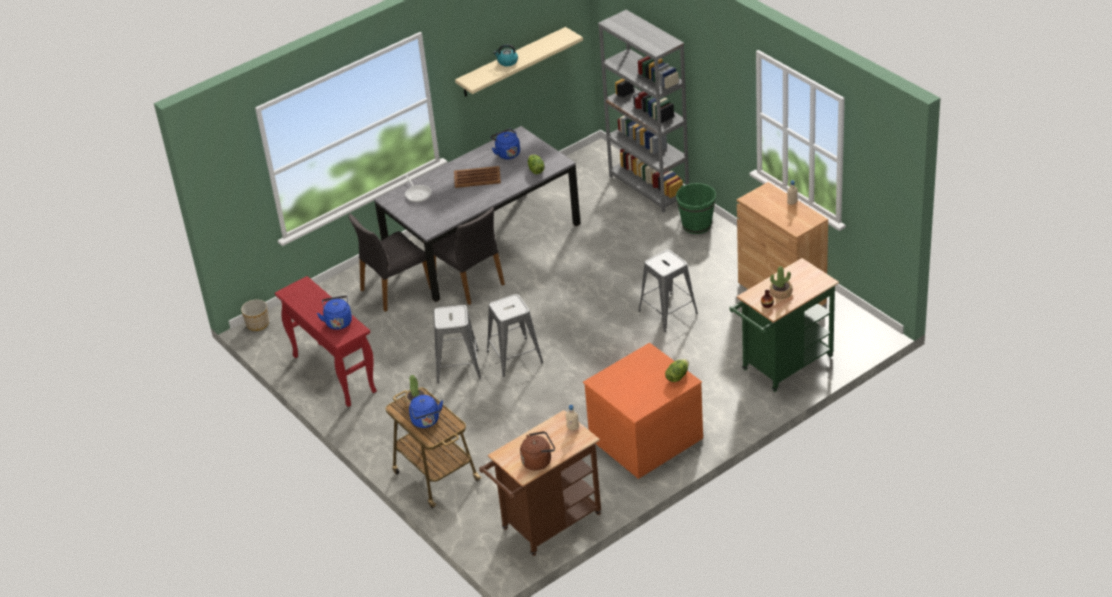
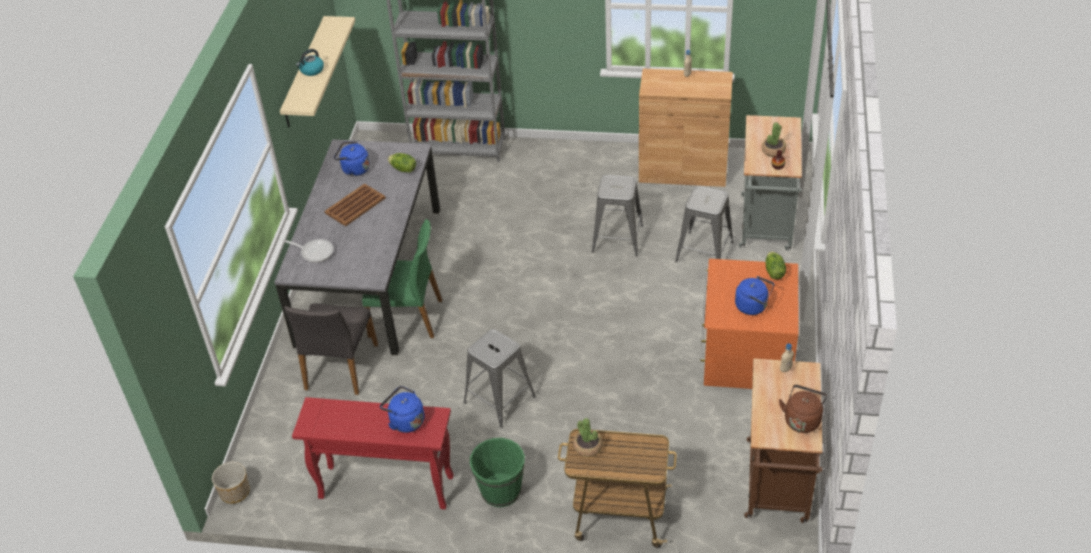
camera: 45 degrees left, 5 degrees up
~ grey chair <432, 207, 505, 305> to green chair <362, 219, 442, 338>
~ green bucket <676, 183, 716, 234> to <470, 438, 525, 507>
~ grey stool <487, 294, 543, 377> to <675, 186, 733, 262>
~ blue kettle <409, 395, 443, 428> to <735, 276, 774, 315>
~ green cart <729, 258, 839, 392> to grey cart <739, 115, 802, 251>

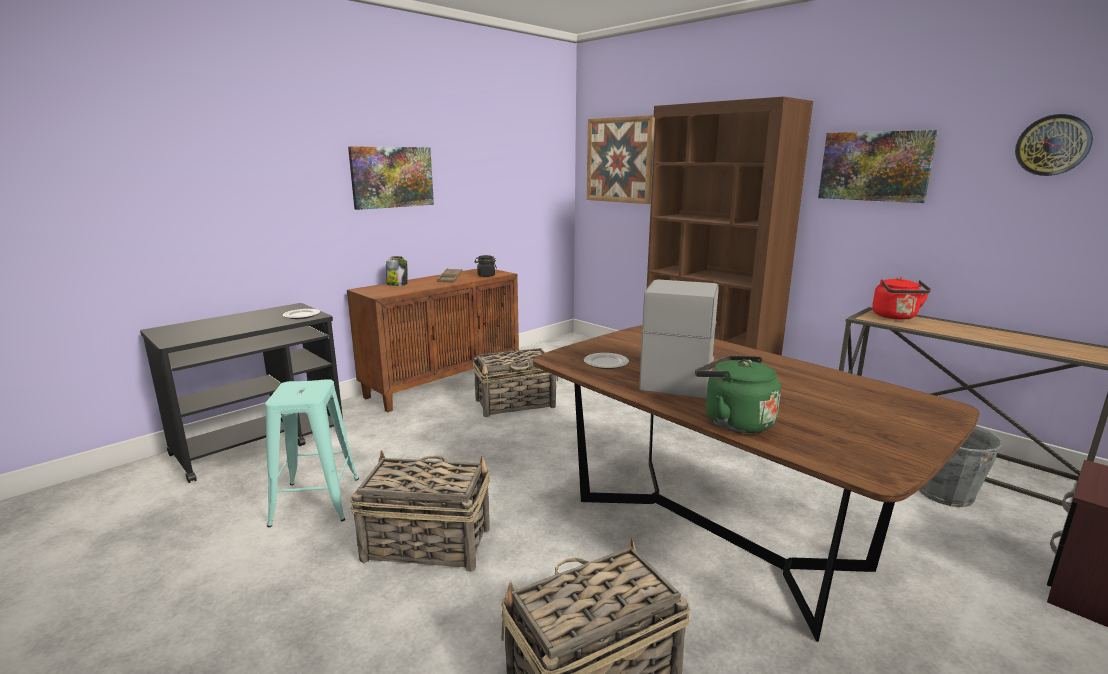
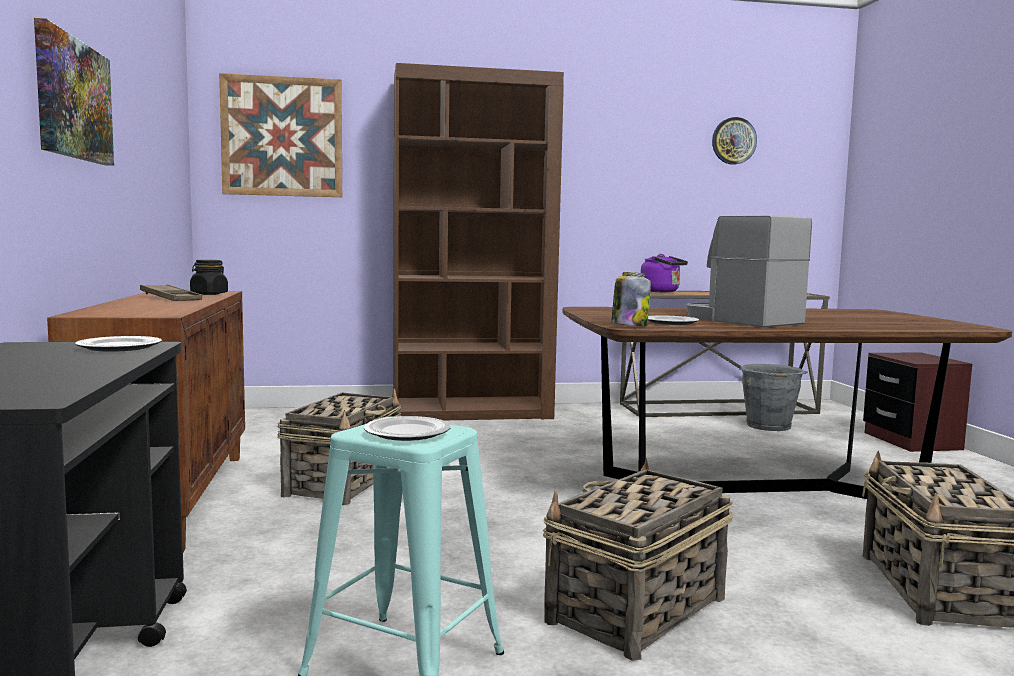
camera: 55 degrees left, 10 degrees down
+ plate <364, 416, 450, 441>
~ jar <386, 256, 408, 286> to <611, 272, 651, 326>
~ red kettle <872, 277, 931, 320> to purple kettle <641, 254, 688, 292>
- green kettle <695, 356, 781, 434>
- picture <818, 130, 938, 203>

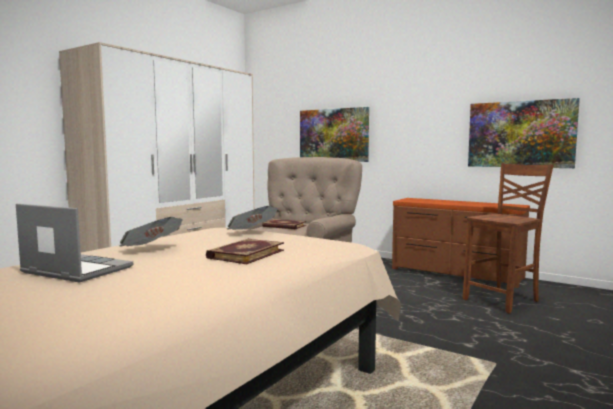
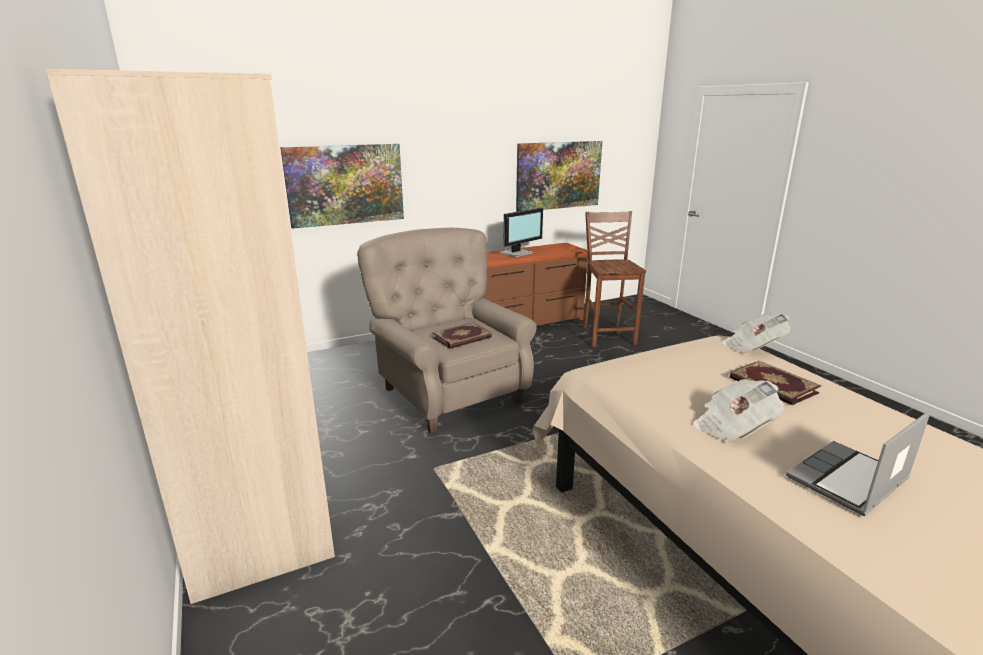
camera: 60 degrees left, 15 degrees up
+ monitor <499, 208, 543, 257>
~ newspaper <227, 206, 278, 230> to <722, 313, 791, 353>

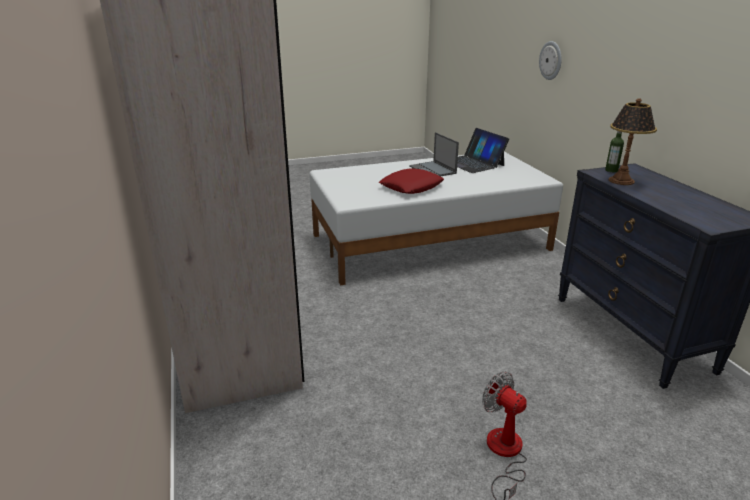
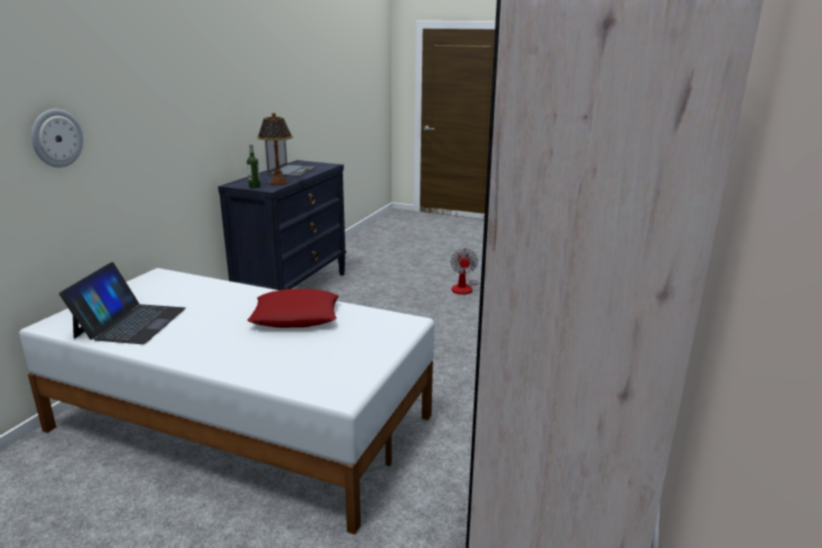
camera: 140 degrees left, 5 degrees down
~ laptop <409, 132, 459, 177> to <265, 140, 316, 177>

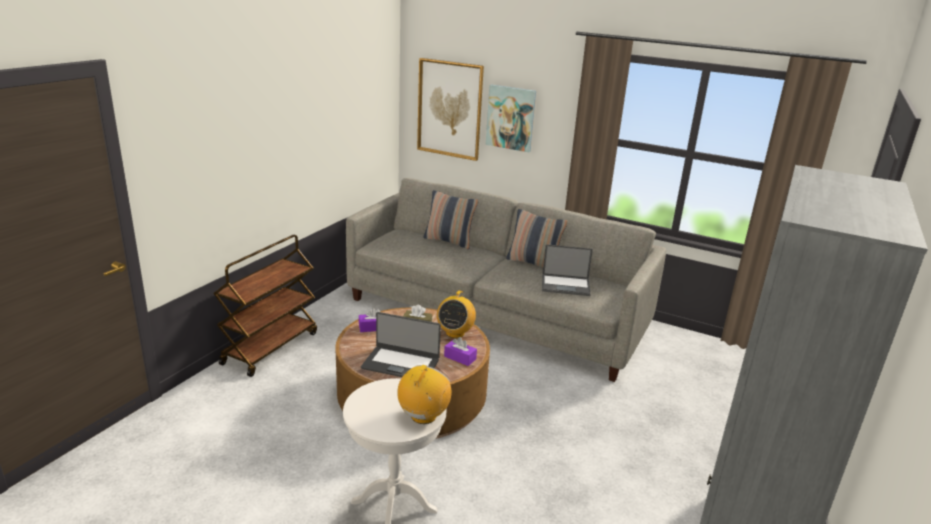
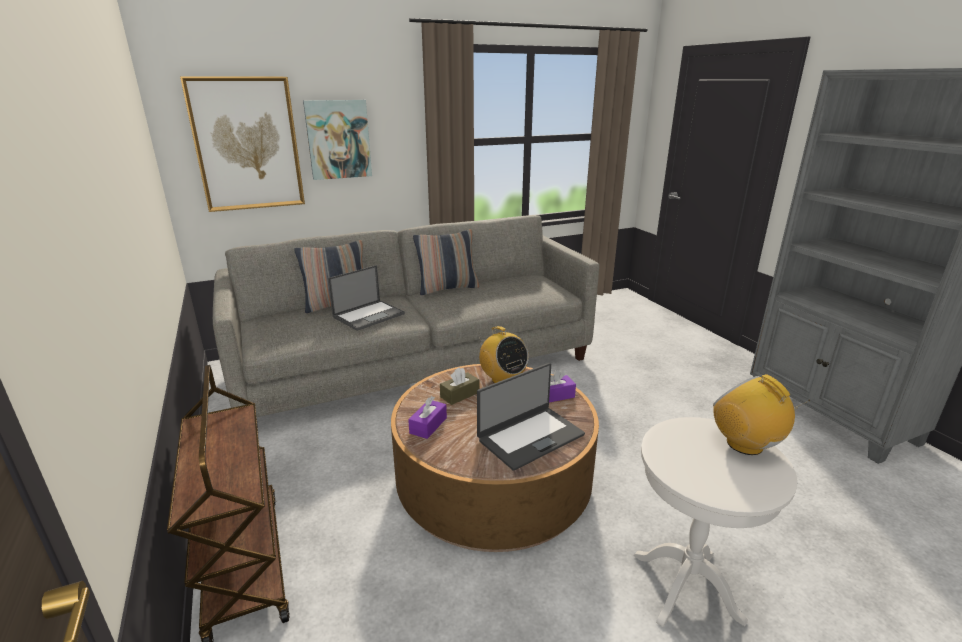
camera: 50 degrees left, 0 degrees up
~ laptop <542, 244, 593, 296> to <328, 265, 405, 331>

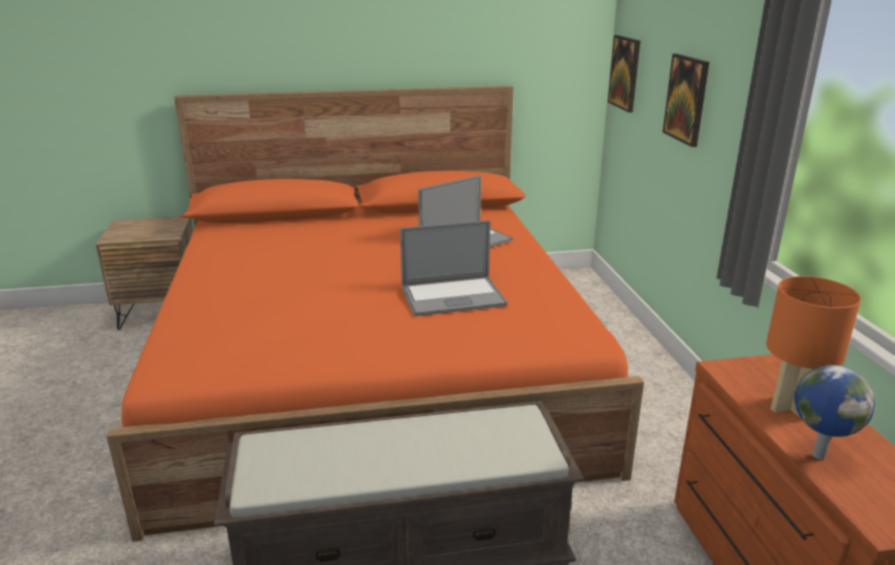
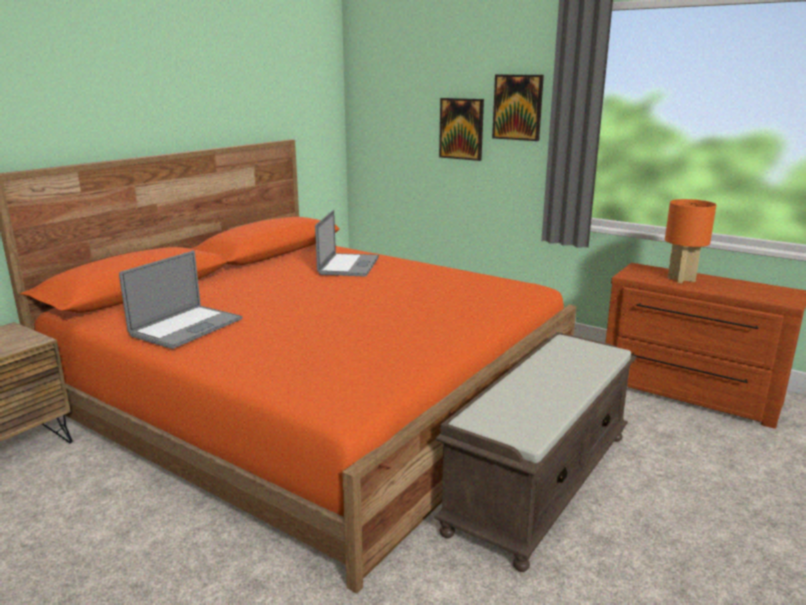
camera: 45 degrees left, 5 degrees down
~ laptop <400, 220, 507, 316> to <119, 251, 243, 349>
~ picture <608, 35, 640, 113> to <492, 75, 544, 141>
- globe <794, 365, 875, 459>

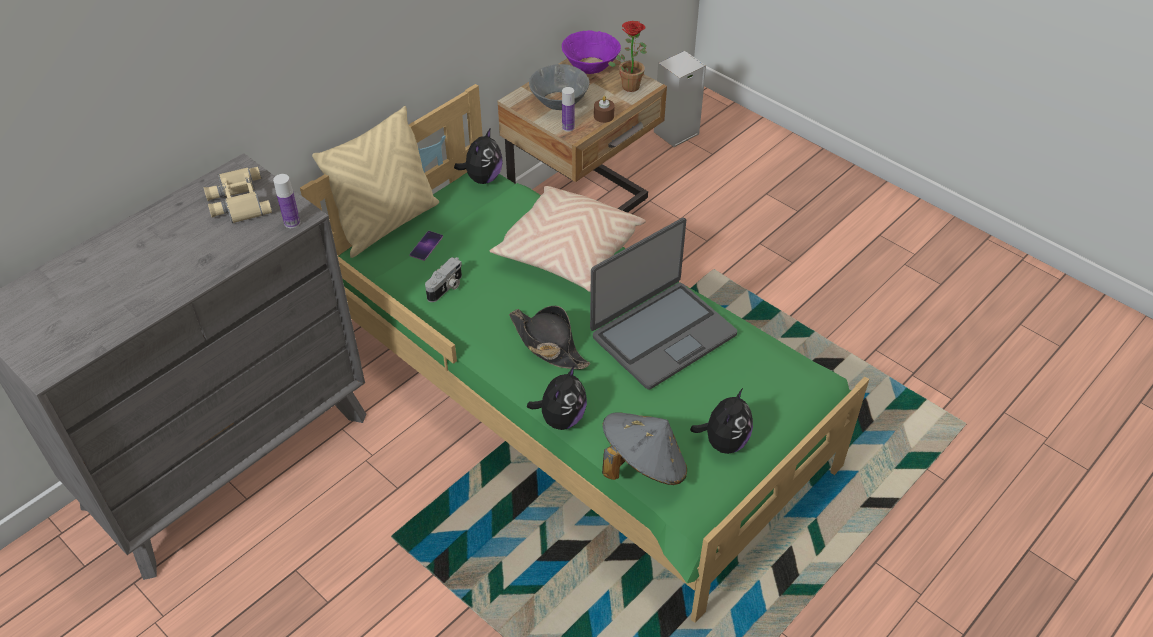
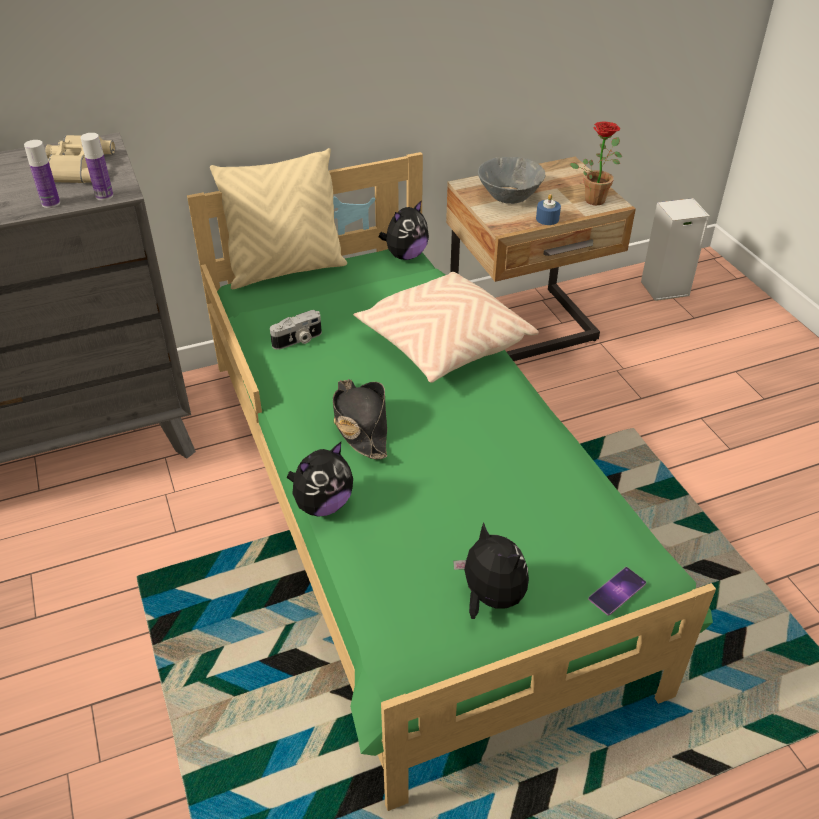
camera: 25 degrees right, 5 degrees down
~ bottle <562, 87, 575, 132> to <24, 140, 60, 208>
~ plush toy <690, 388, 753, 454> = <453, 522, 529, 619> 90 degrees counterclockwise
~ brown candle <594, 96, 615, 123> to blue candle <536, 194, 561, 225>
~ phone <409, 231, 443, 261> to <588, 567, 646, 615>
- purple bowl <562, 30, 621, 74>
- laptop <590, 218, 737, 389>
- grey hat <602, 412, 687, 485>

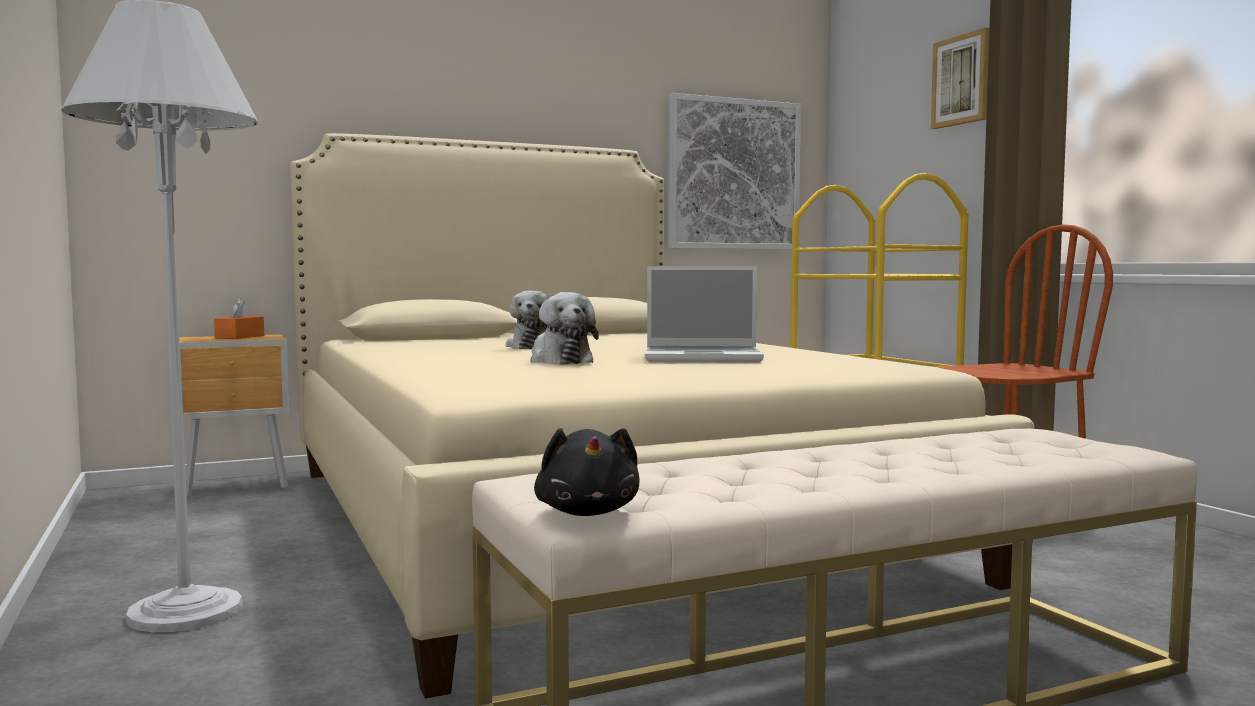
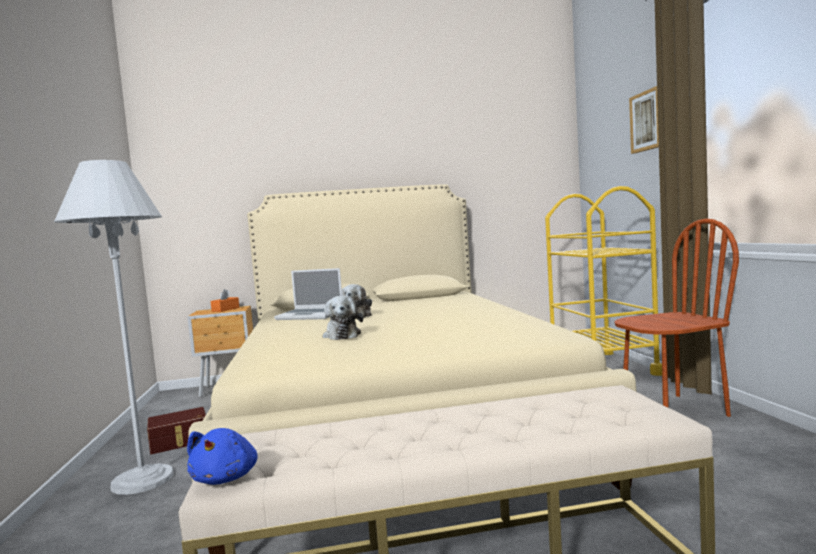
camera: 15 degrees right, 0 degrees up
+ brown storage box <147, 407, 206, 454>
~ black plush toy <534, 428, 639, 516> to blue plush toy <187, 428, 258, 485>
~ laptop <645, 266, 764, 363> to <274, 268, 342, 320>
- picture <668, 93, 801, 250>

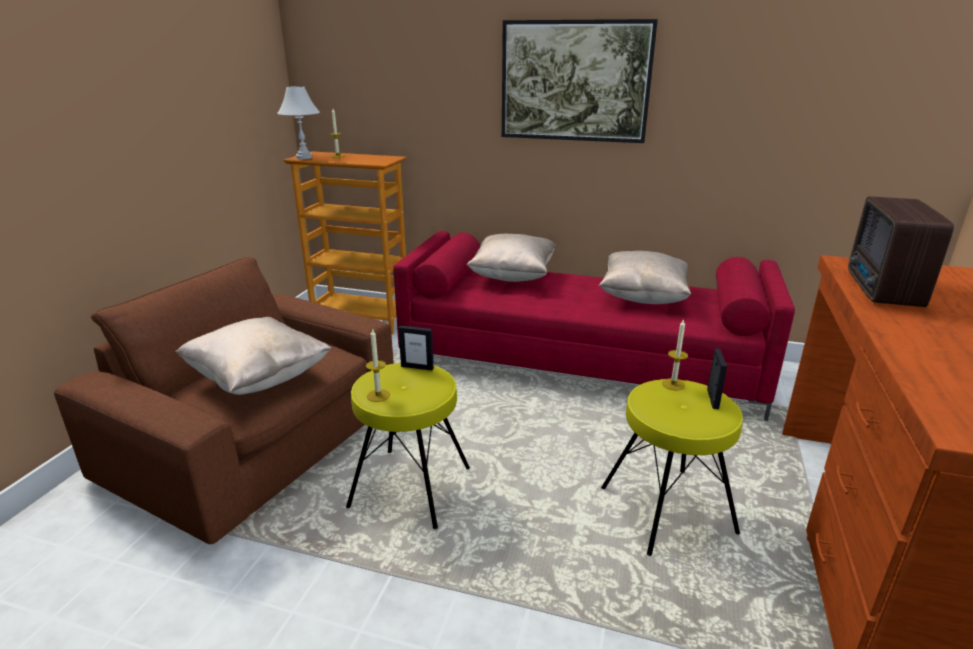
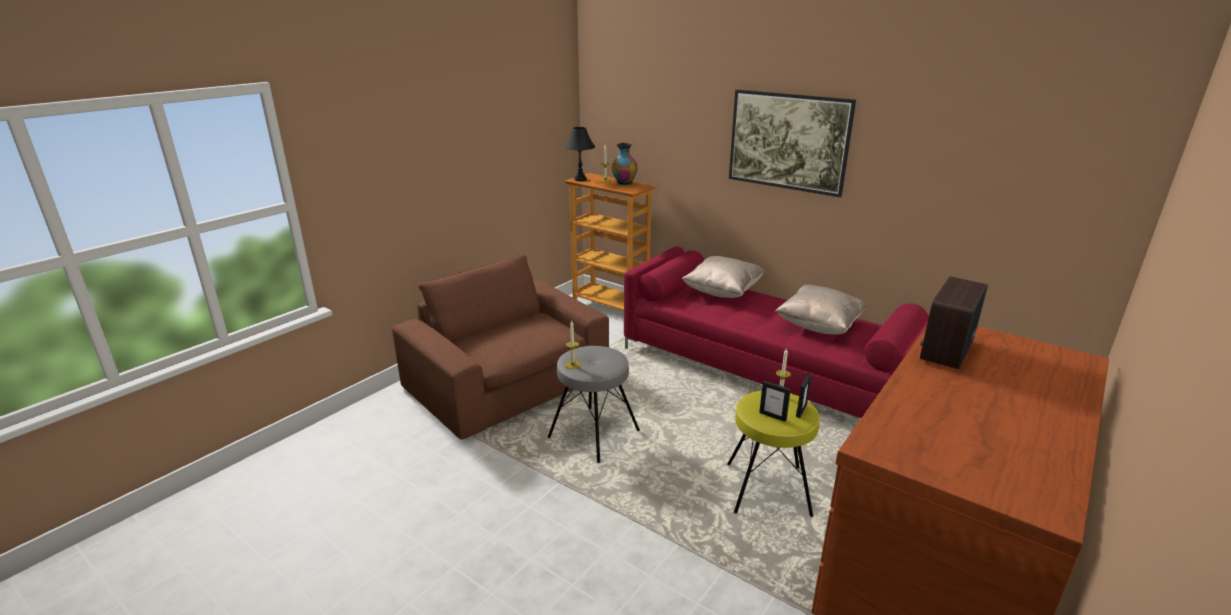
camera: 20 degrees right, 0 degrees up
~ yellow stool <346, 363, 470, 529> to grey stool <548, 346, 640, 463>
~ white table lamp <277, 86, 320, 159> to black table lamp <564, 127, 595, 181>
+ vase <612, 143, 637, 185>
~ picture frame <398, 325, 434, 371> to <759, 381, 791, 422>
- beige pillow <175, 317, 331, 395>

